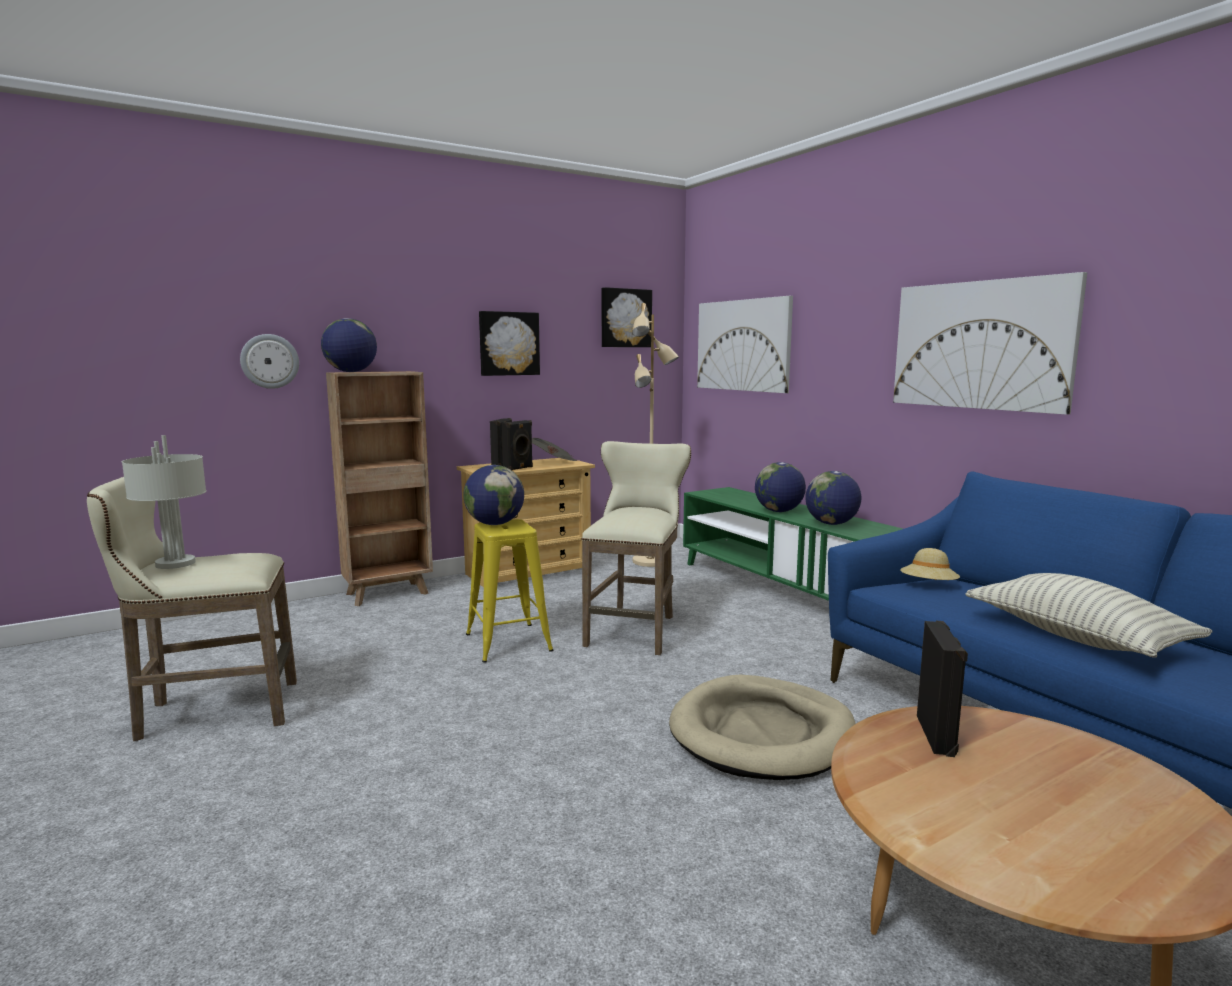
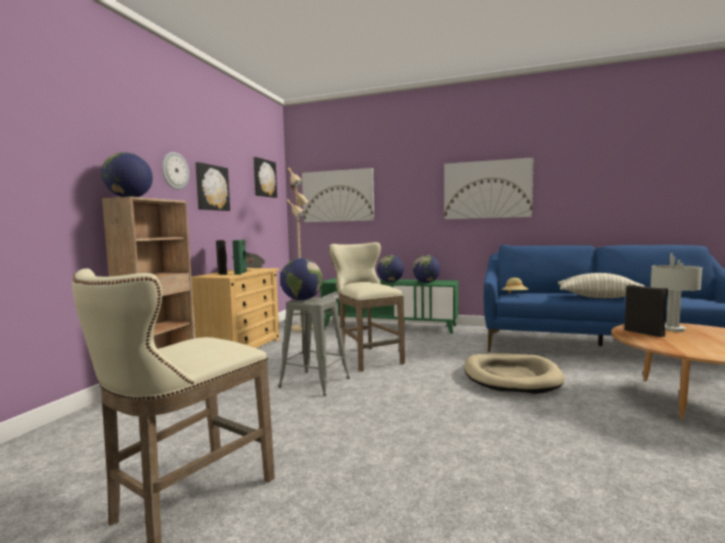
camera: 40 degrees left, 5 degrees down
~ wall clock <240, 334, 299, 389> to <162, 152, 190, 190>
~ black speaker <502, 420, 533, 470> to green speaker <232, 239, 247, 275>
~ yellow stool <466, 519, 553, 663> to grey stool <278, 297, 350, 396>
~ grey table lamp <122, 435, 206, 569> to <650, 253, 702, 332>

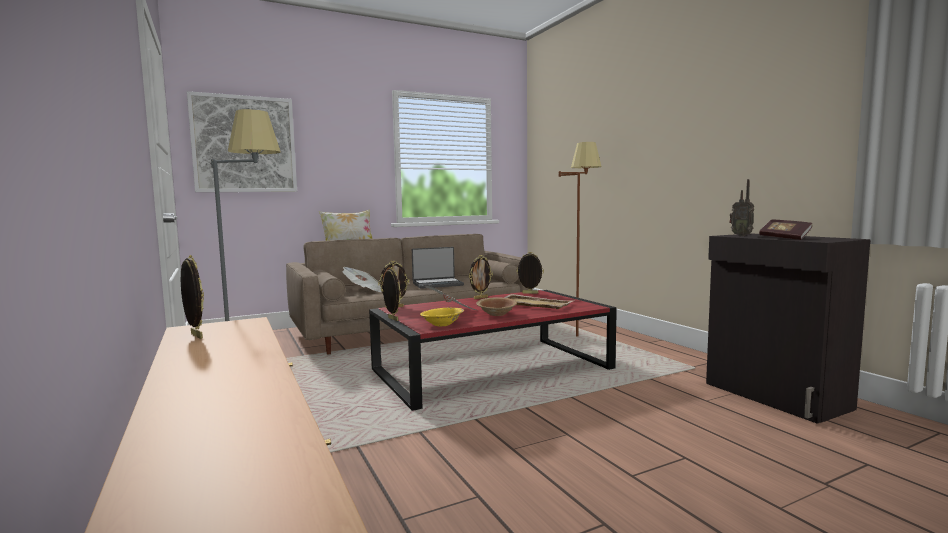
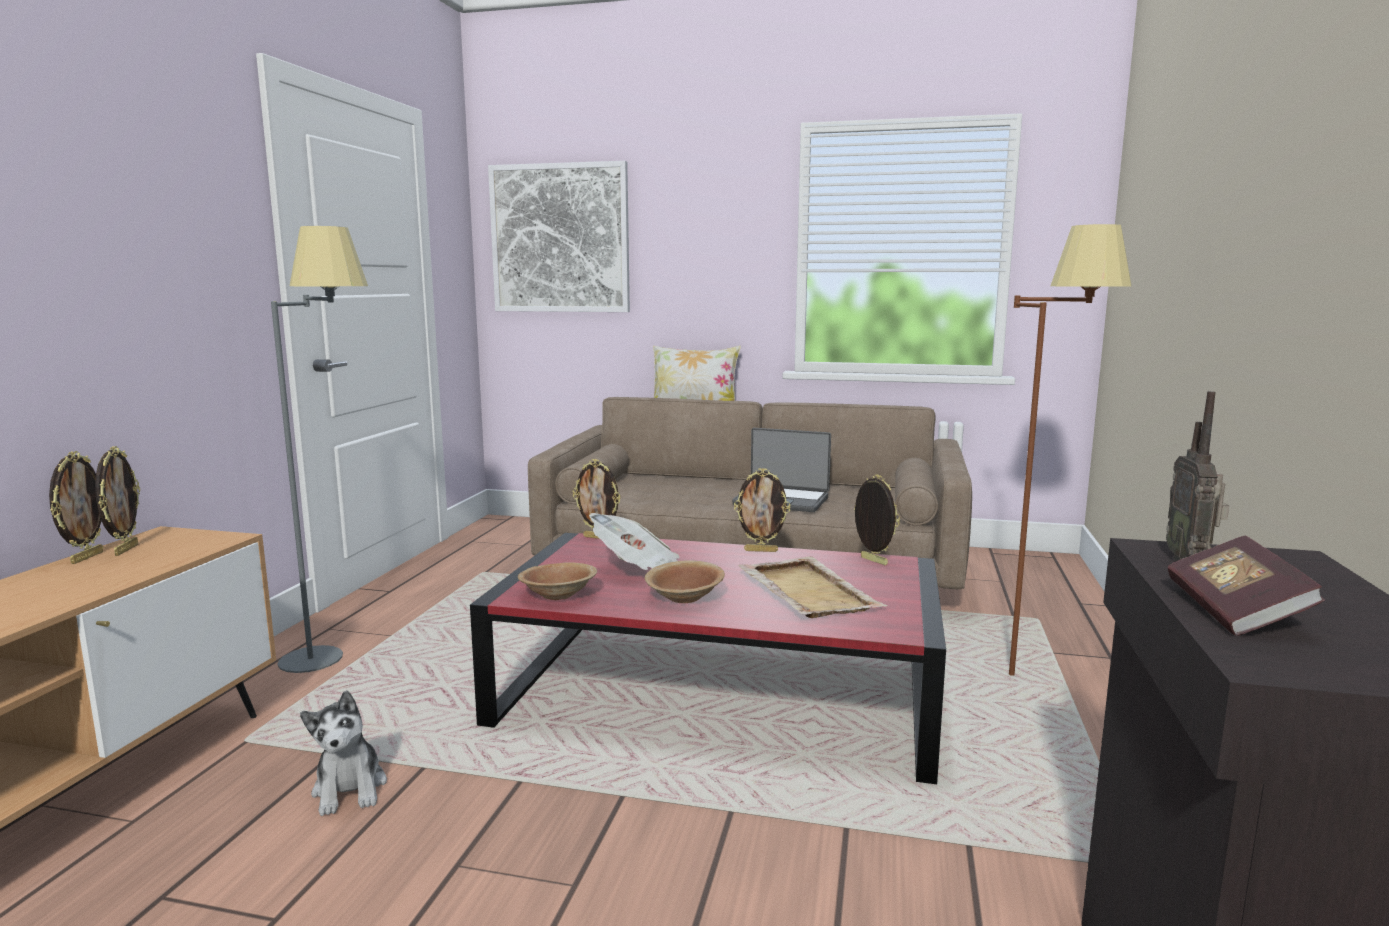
camera: 40 degrees right, 5 degrees up
~ picture frame <383, 267, 401, 321> to <49, 451, 103, 564>
+ plush toy <300, 690, 387, 816>
~ yellow bowl <420, 307, 464, 326> to brown bowl <518, 562, 597, 600>
- newspaper <343, 267, 382, 292>

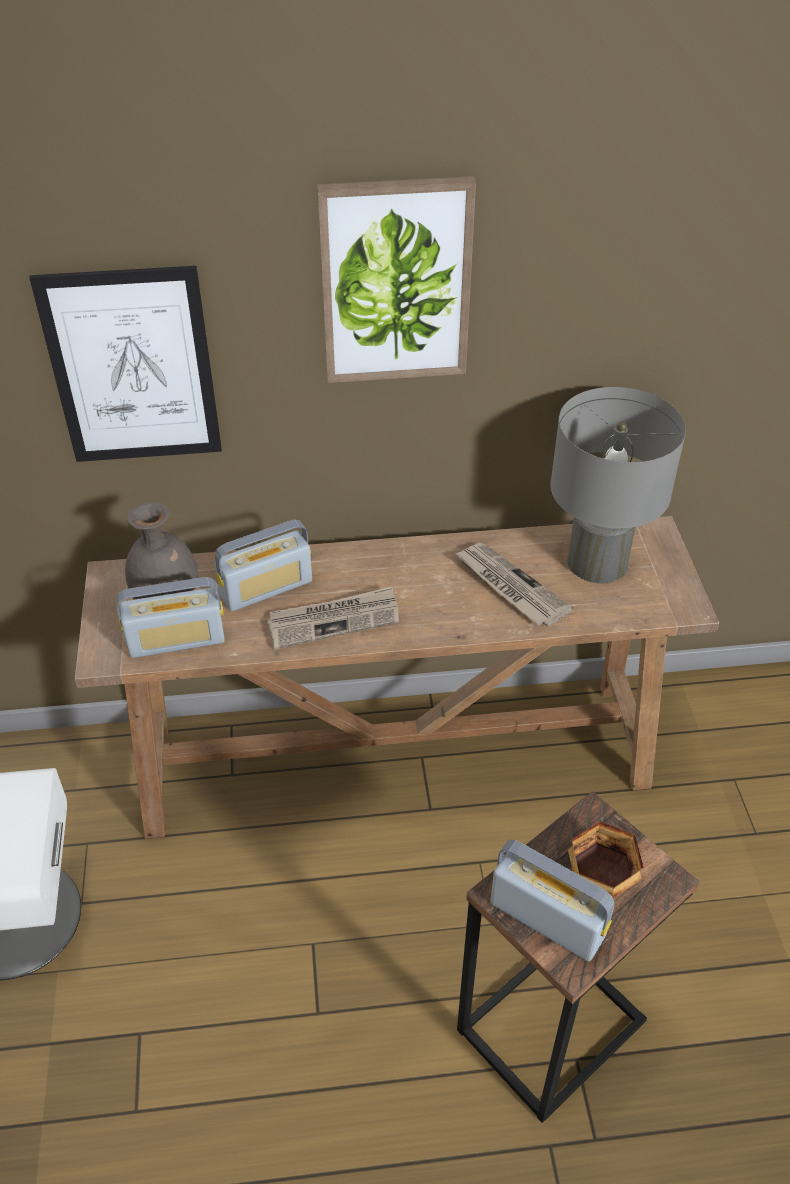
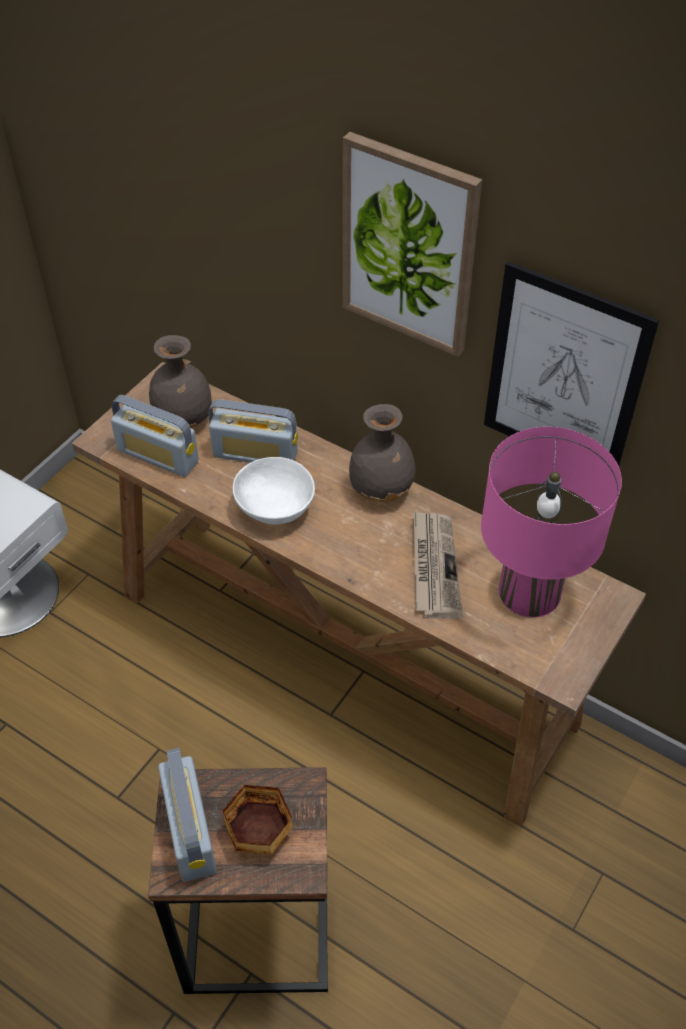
camera: 40 degrees right, 5 degrees up
~ newspaper <266, 587, 399, 649> to white bowl <233, 457, 315, 525>
+ grey vase <349, 404, 416, 502>
~ grey table lamp <550, 387, 686, 583> to pink table lamp <481, 427, 622, 618>
~ picture <30, 266, 222, 462> to <484, 261, 659, 466>

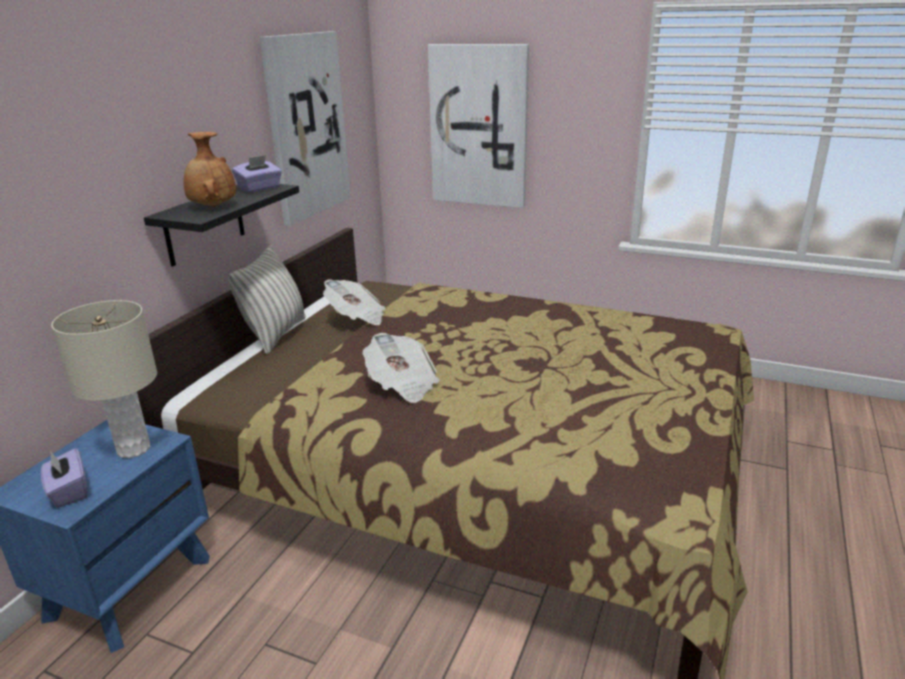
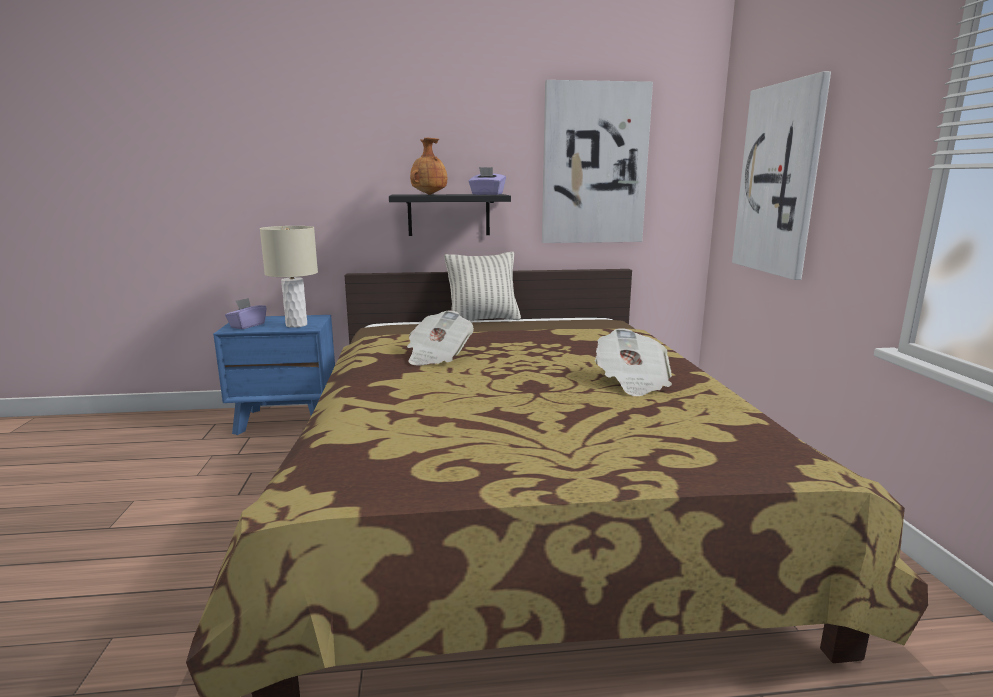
camera: 60 degrees right, 10 degrees down
~ newspaper <323, 279, 385, 325> to <595, 328, 672, 396>

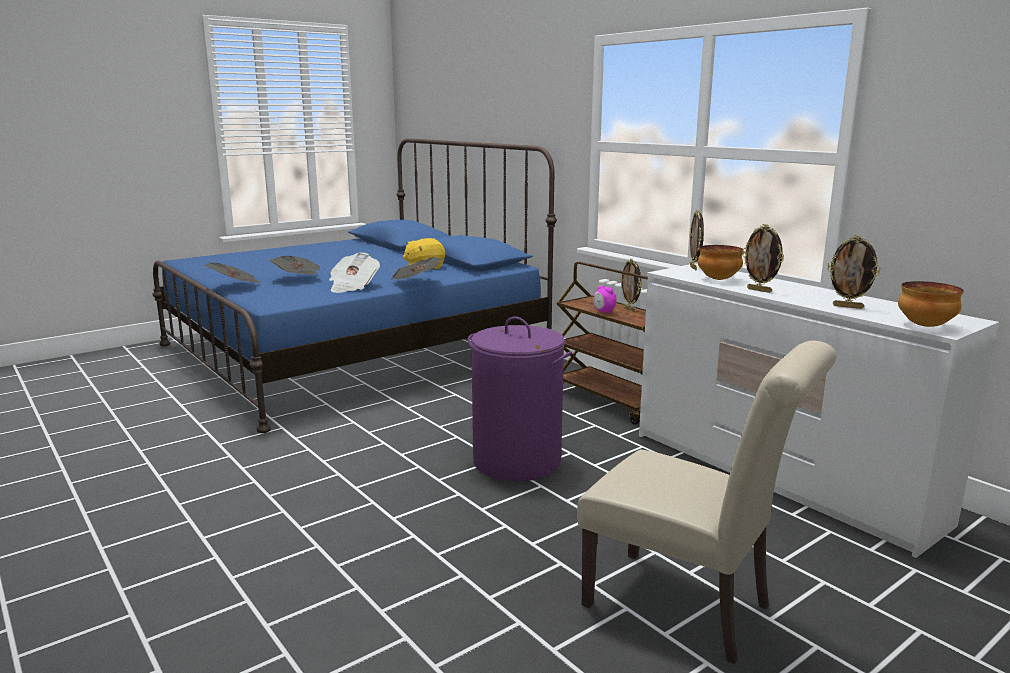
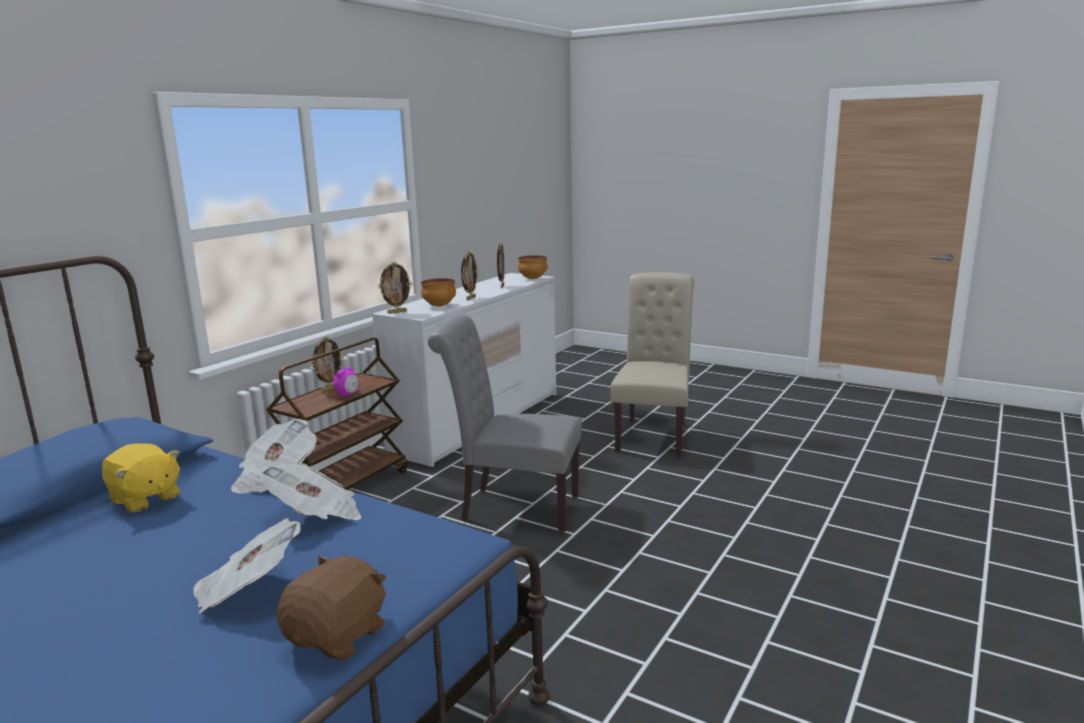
camera: 110 degrees left, 0 degrees up
~ newspaper <204, 263, 260, 283> to brown plush toy <276, 556, 386, 660>
~ purple laundry basket <468, 316, 572, 482> to grey chair <428, 315, 582, 532>

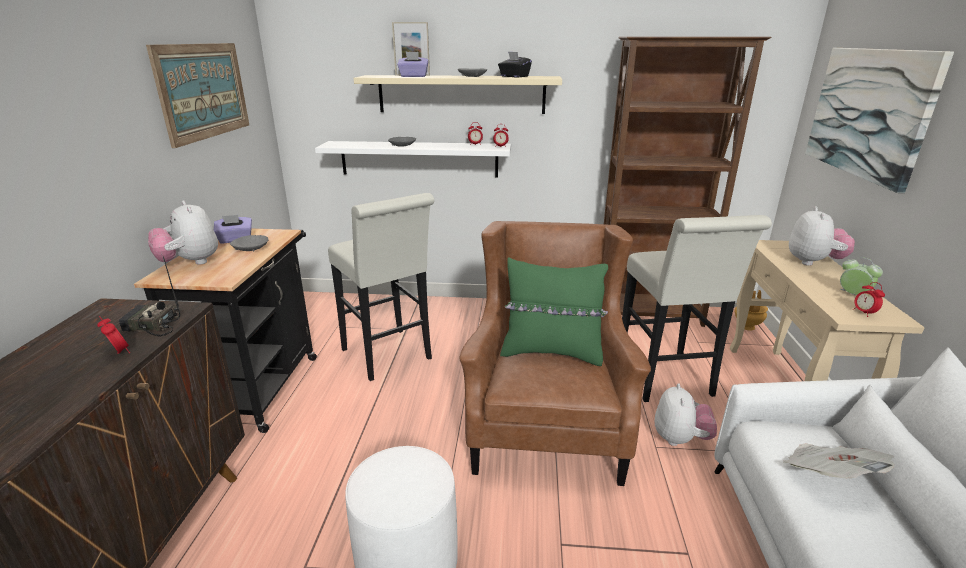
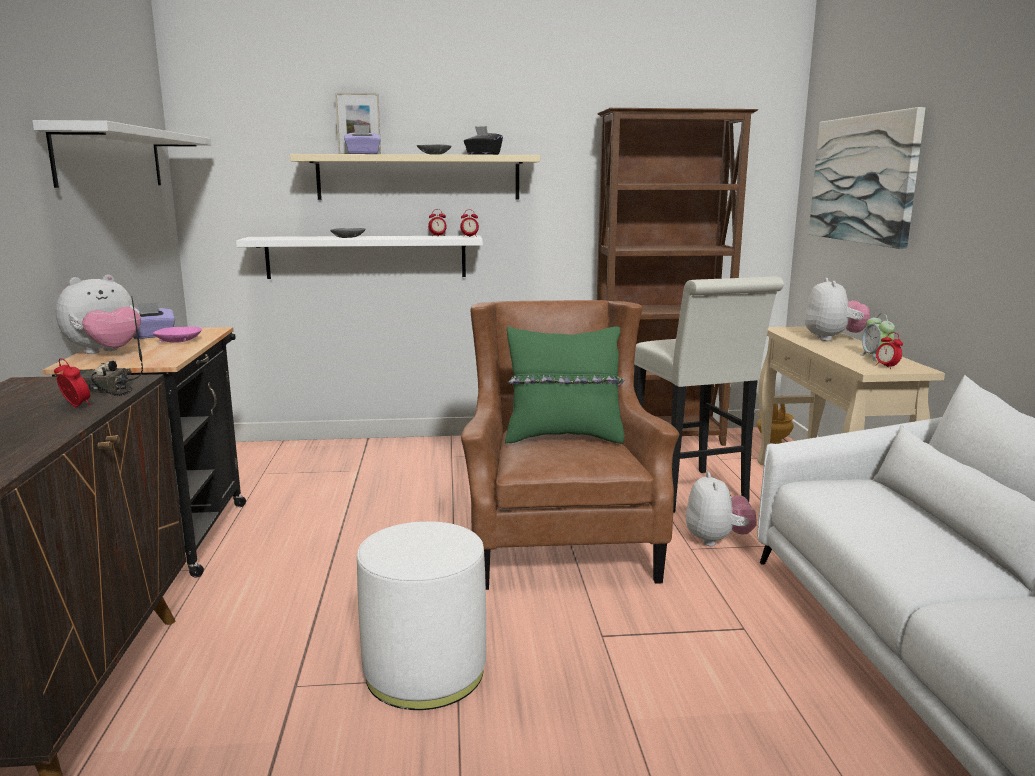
camera: 10 degrees left, 10 degrees down
~ picture <146, 43, 249, 148> to white shelf <32, 120, 212, 188>
~ plush toy <148, 200, 218, 265> = <55, 274, 141, 354> 90 degrees counterclockwise
~ grey bowl <230, 235, 269, 252> to pink bowl <153, 327, 202, 343>
~ alarm clock <840, 257, 883, 295> = <859, 313, 895, 361> 135 degrees counterclockwise
- white stool <328, 193, 435, 381>
- newspaper <783, 443, 895, 478>

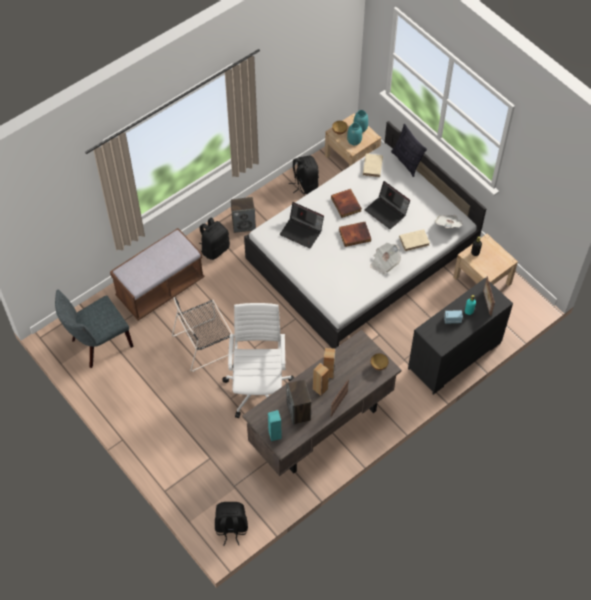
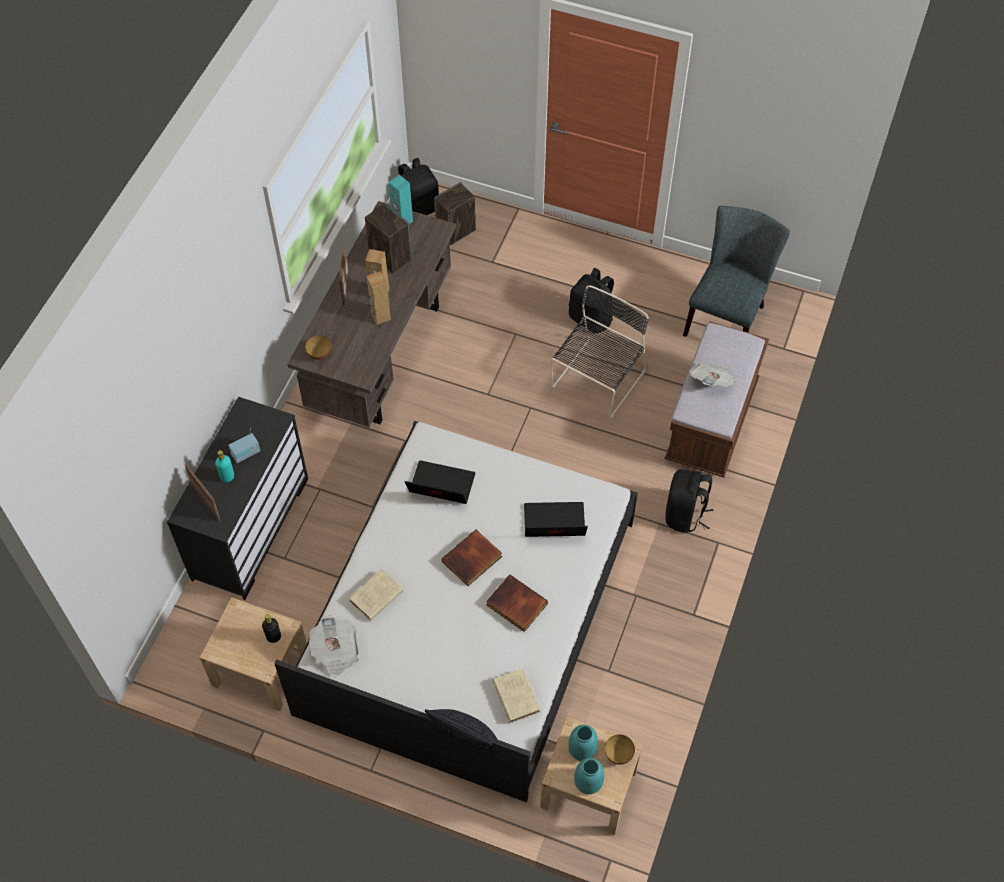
camera: 150 degrees right, 0 degrees up
~ laptop <365, 181, 410, 229> to <405, 460, 476, 504>
~ speaker <231, 197, 256, 233> to <434, 182, 476, 245>
~ black backpack <289, 156, 319, 194> to <569, 268, 614, 334>
~ newspaper <370, 243, 401, 274> to <690, 363, 735, 387>
- white office chair <223, 303, 294, 418>

